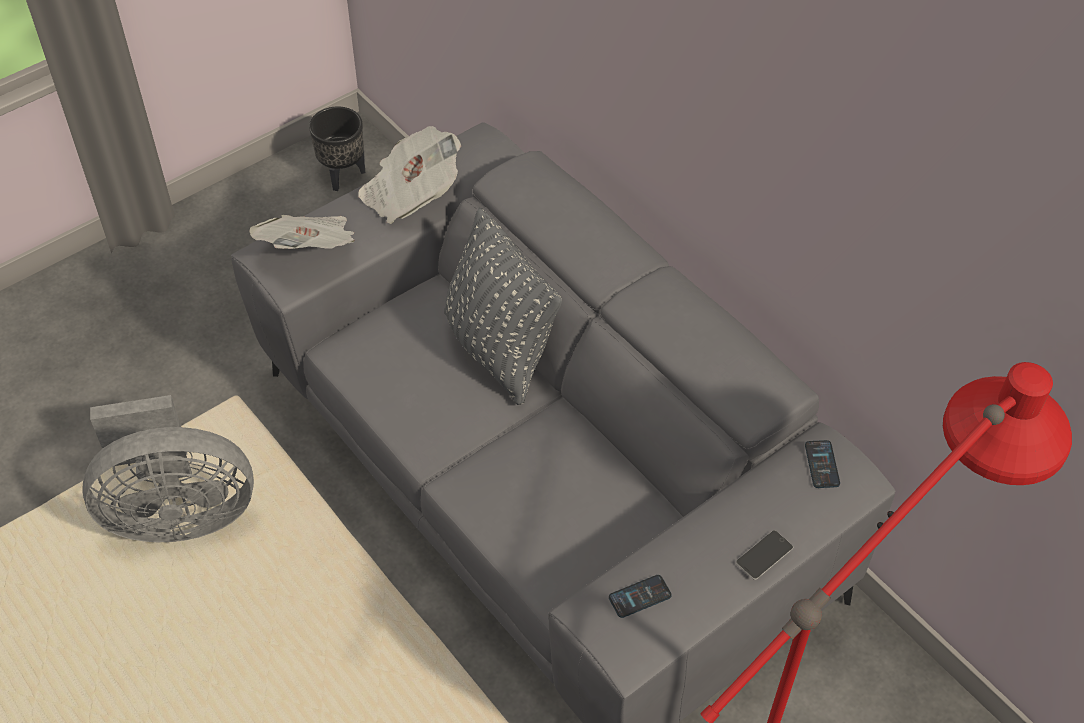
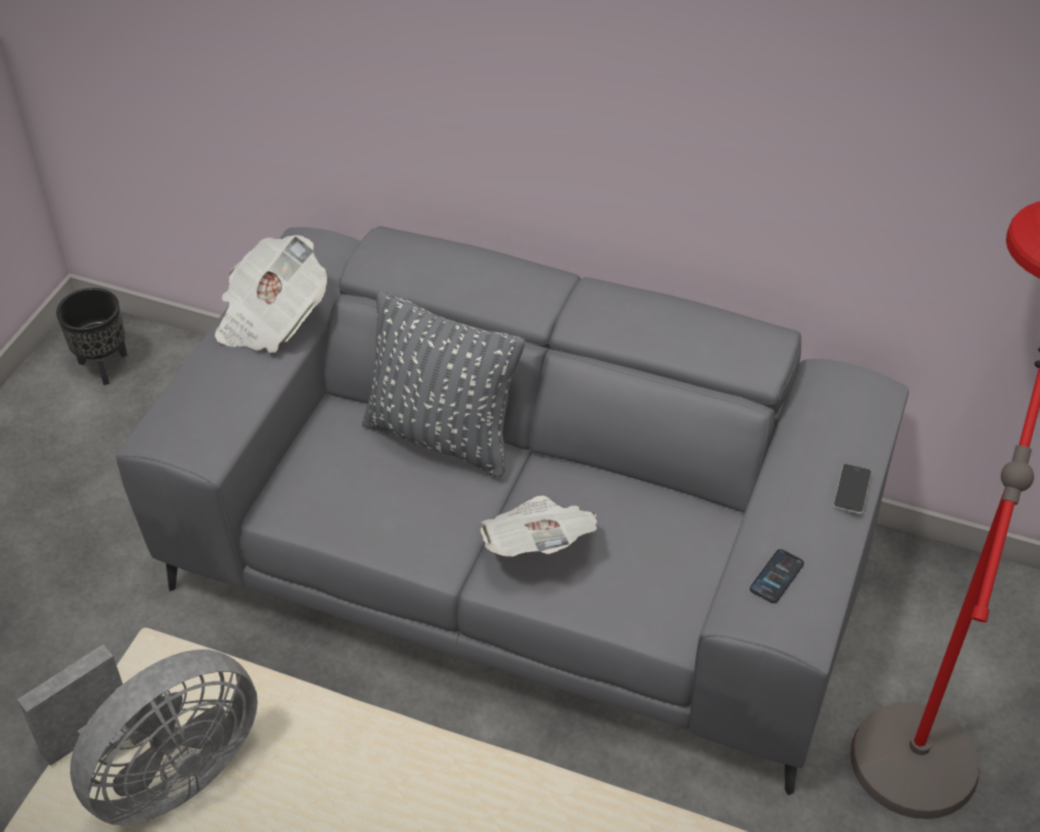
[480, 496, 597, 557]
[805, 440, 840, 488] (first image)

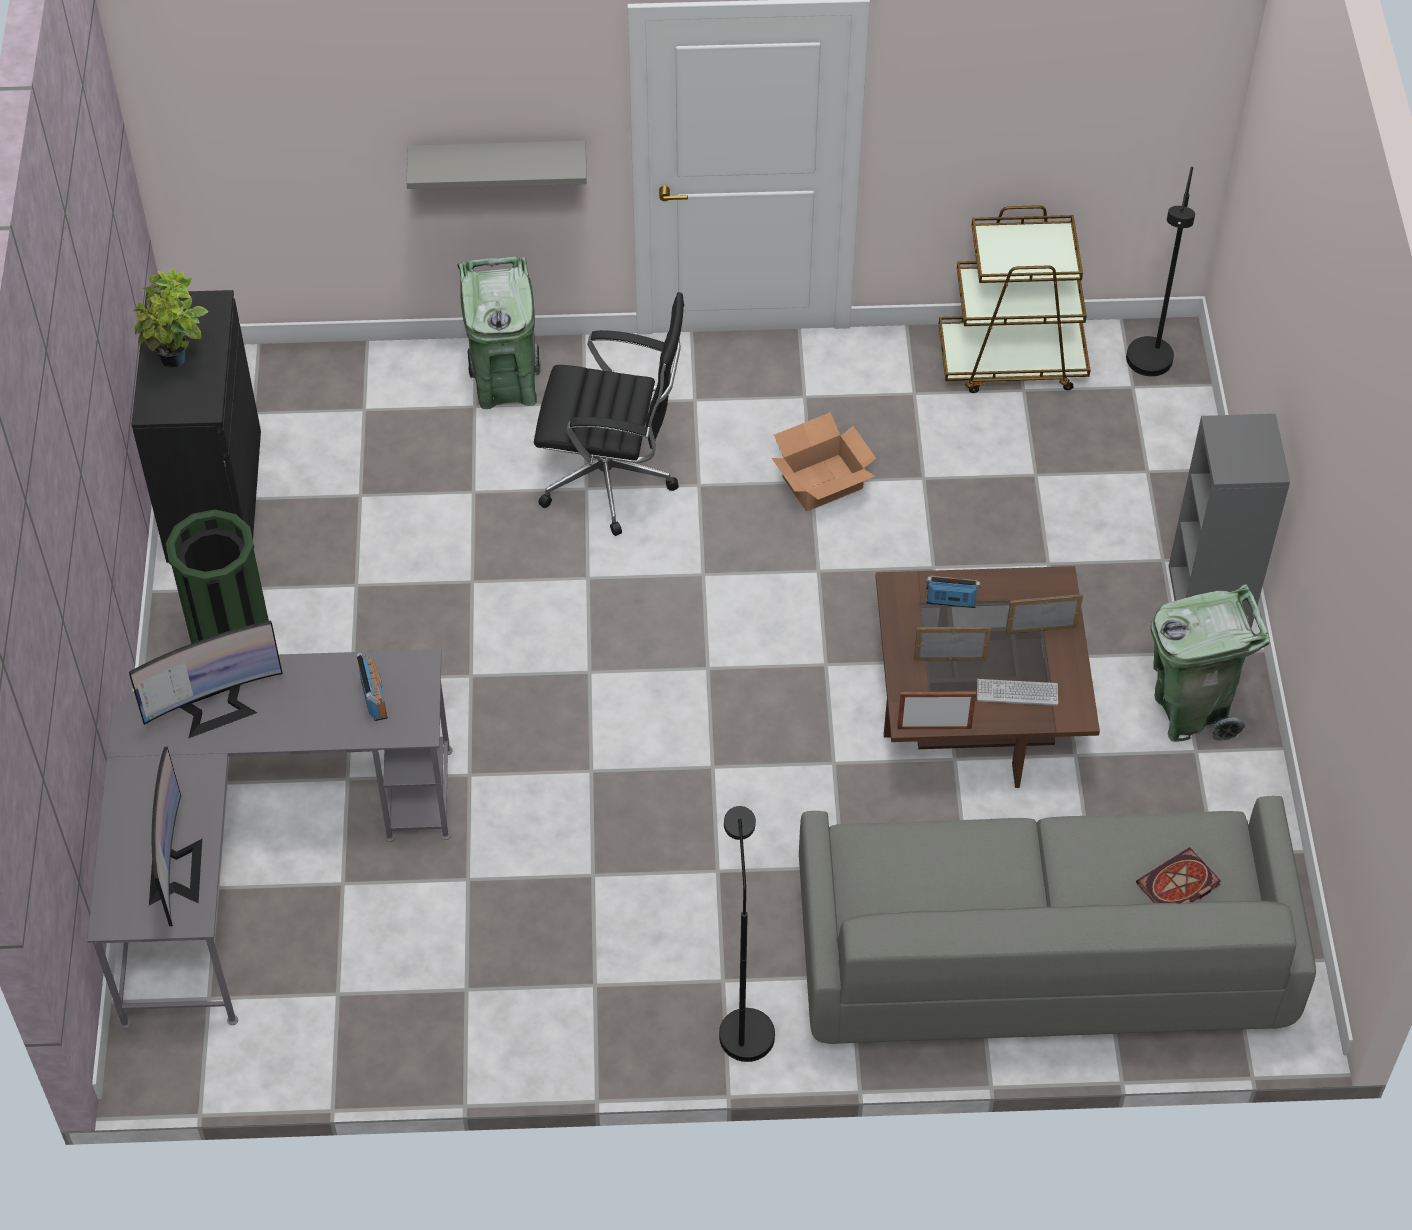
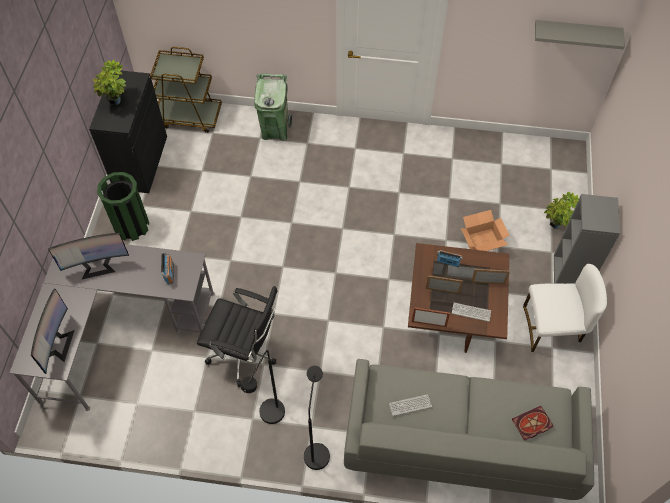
[535, 20, 625, 49]
[197, 286, 278, 387]
[461, 210, 510, 251]
[150, 47, 222, 133]
[241, 350, 285, 424]
[523, 264, 607, 352]
[389, 394, 432, 416]
[544, 192, 579, 228]

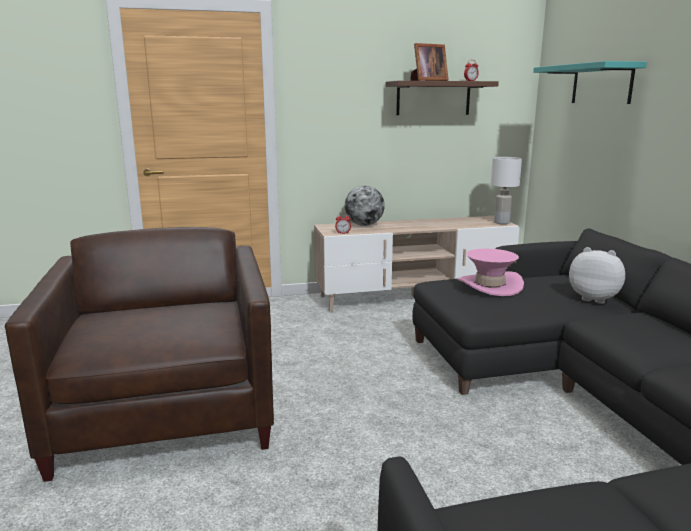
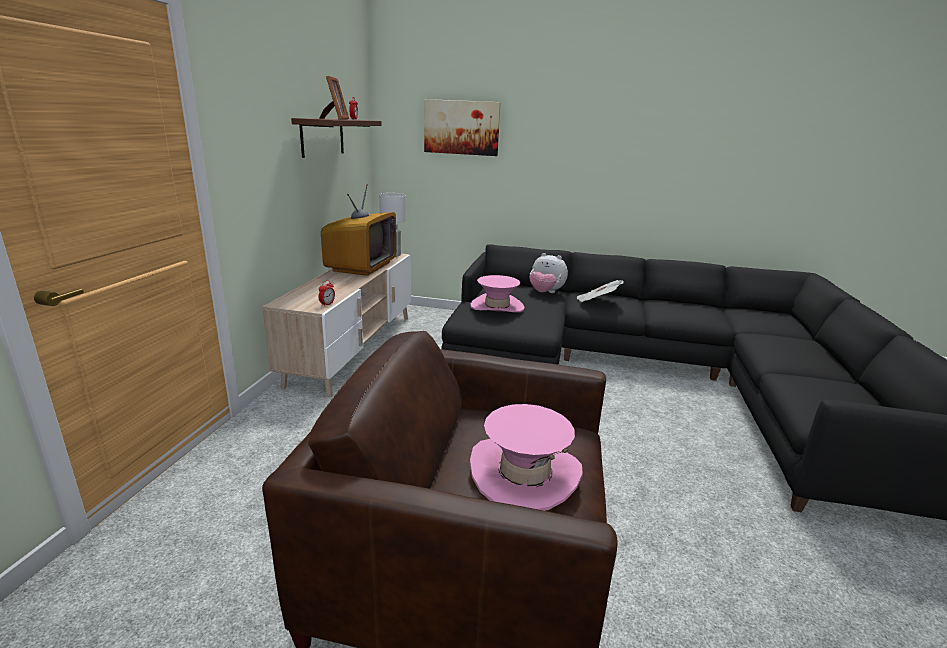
[345, 185, 385, 226] (first image)
[424, 99, 501, 156]
[529, 253, 568, 293]
[321, 184, 396, 276]
[470, 404, 583, 511]
[577, 280, 624, 302]

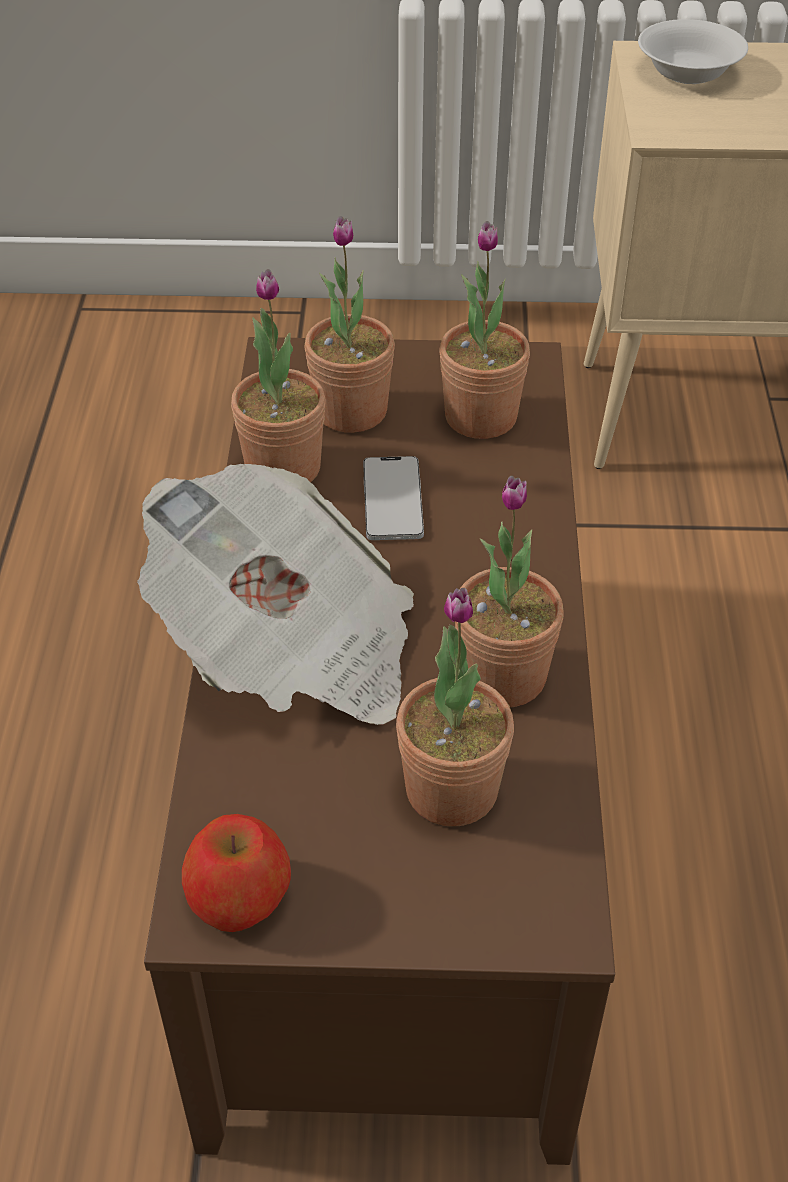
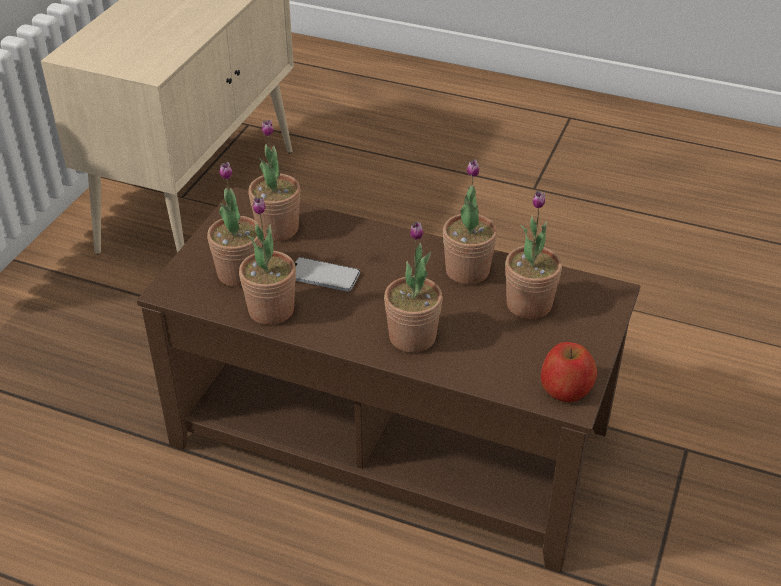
[384, 221, 443, 353]
[638, 19, 748, 84] (first image)

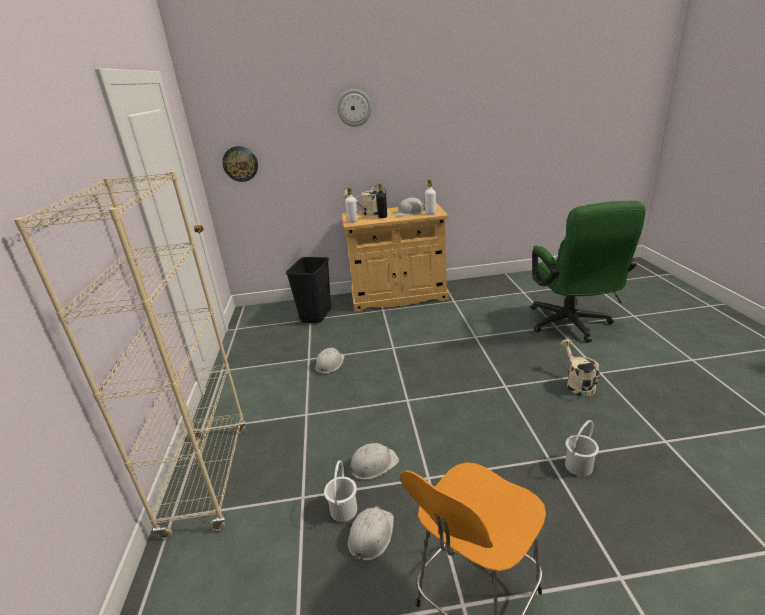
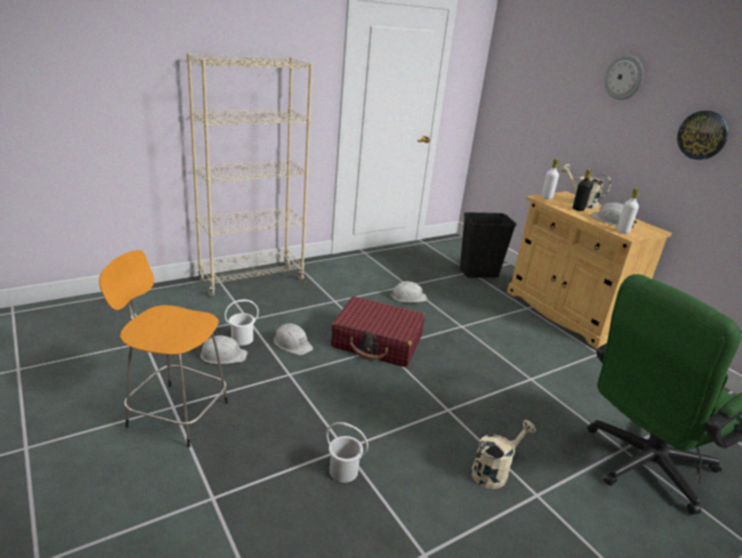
[677, 111, 728, 160]
[331, 296, 425, 367]

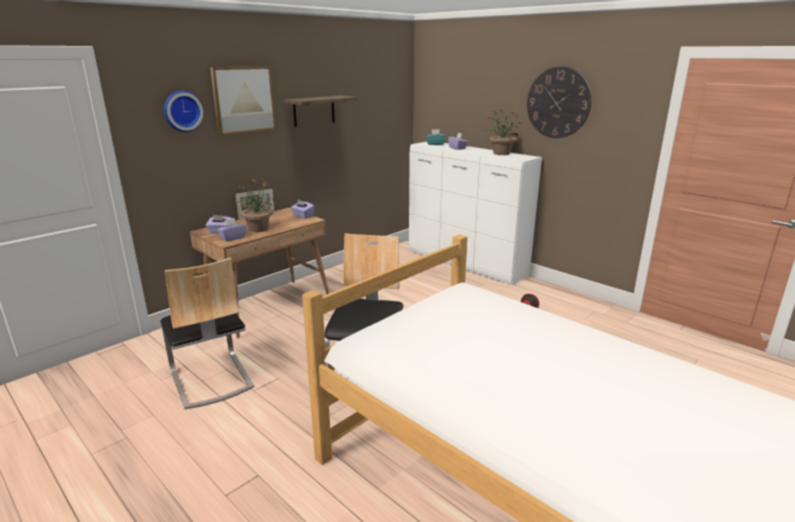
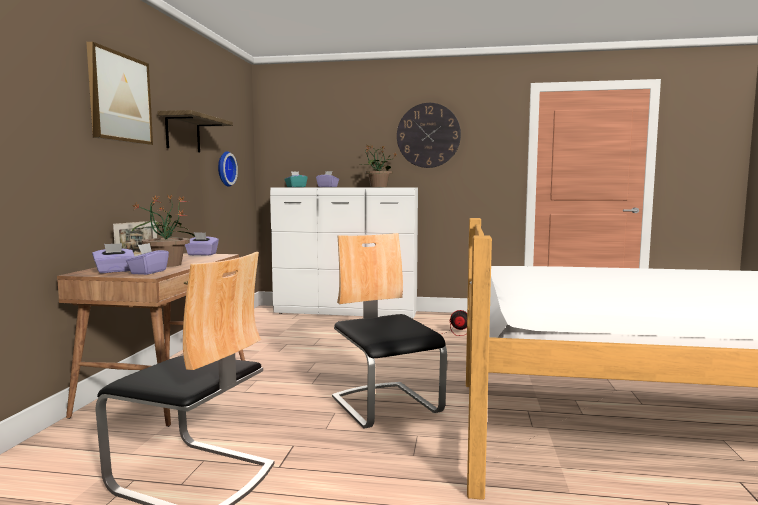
[218, 151, 238, 187]

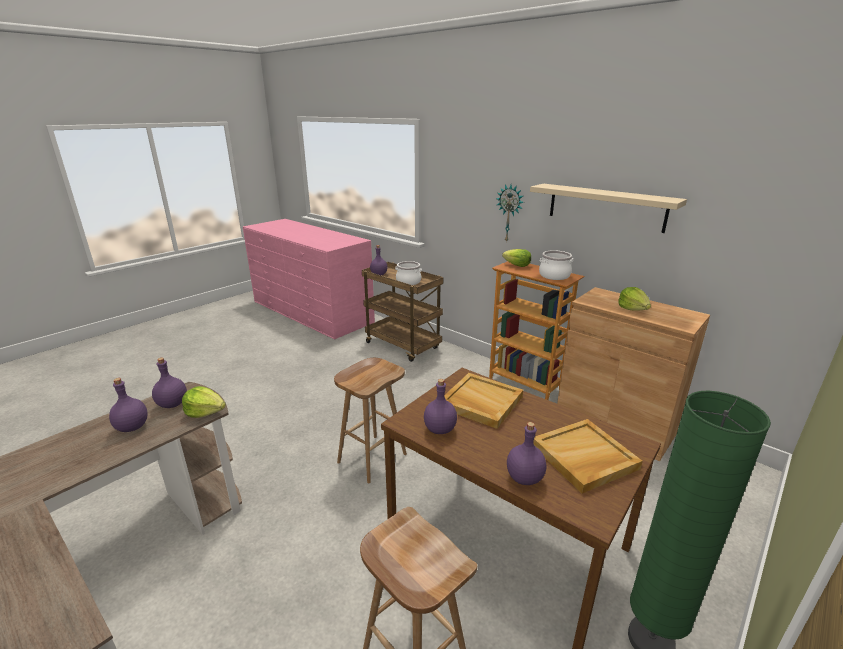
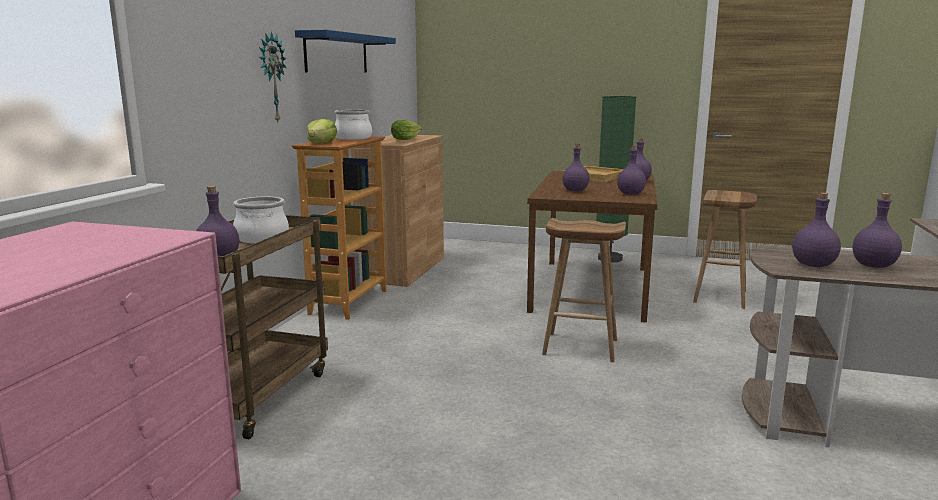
[182, 386, 226, 418] (first image)
[562, 144, 589, 191]
[295, 30, 396, 72]

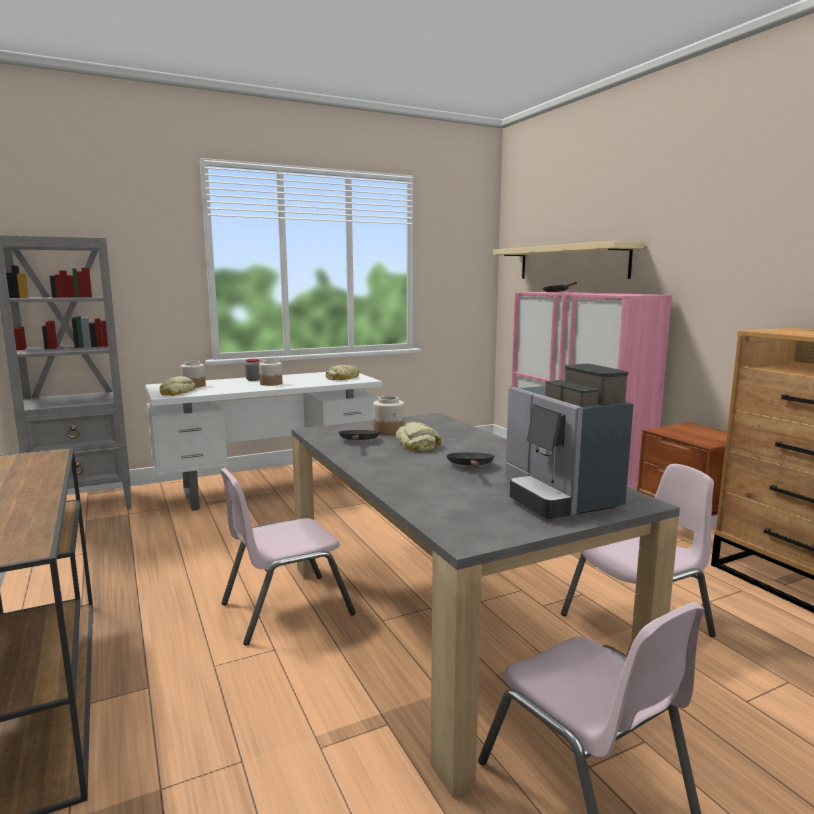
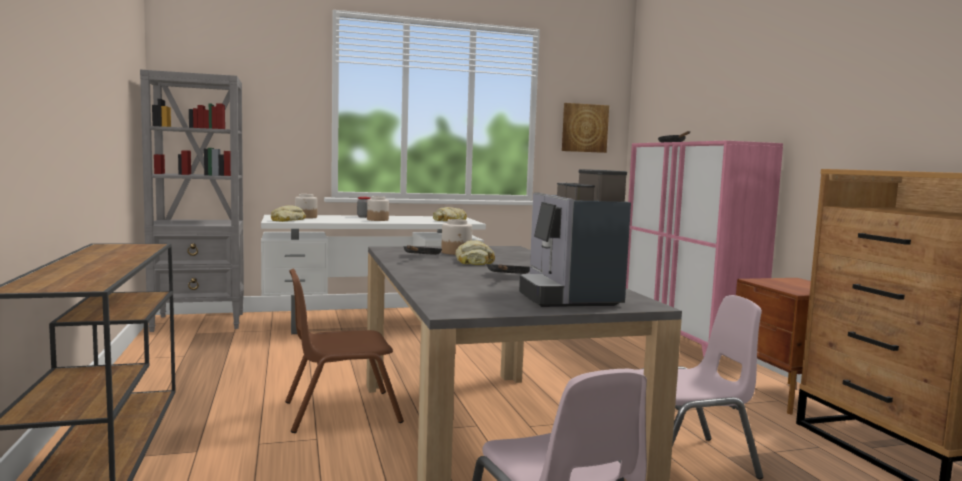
[285, 268, 404, 433]
[493, 241, 644, 279] (first image)
[562, 103, 609, 153]

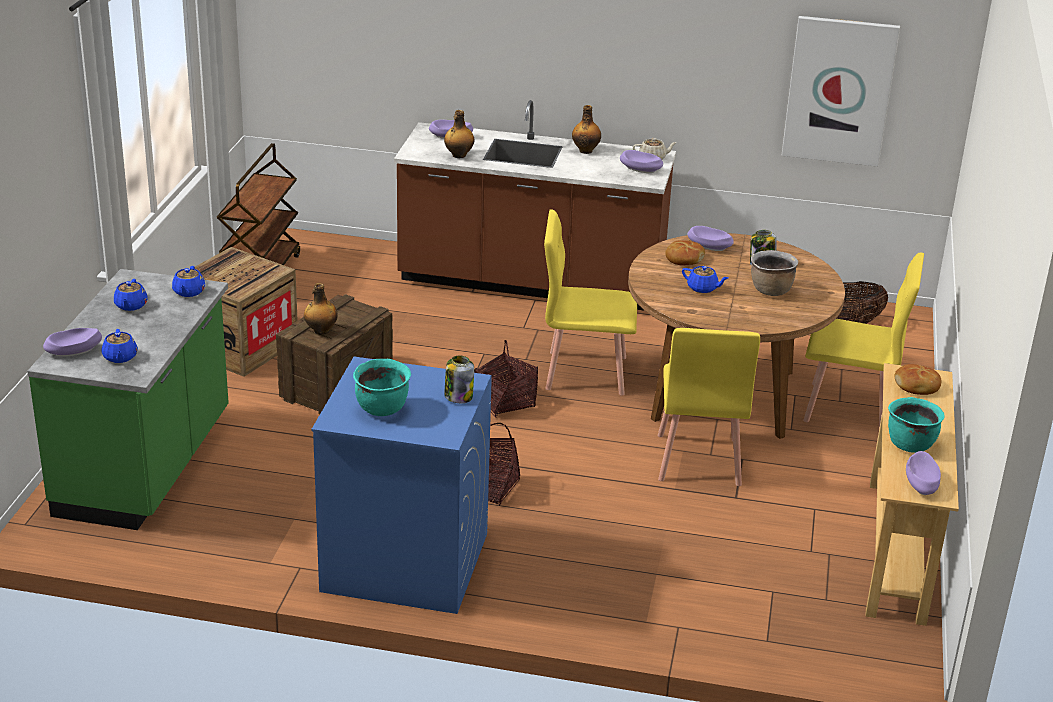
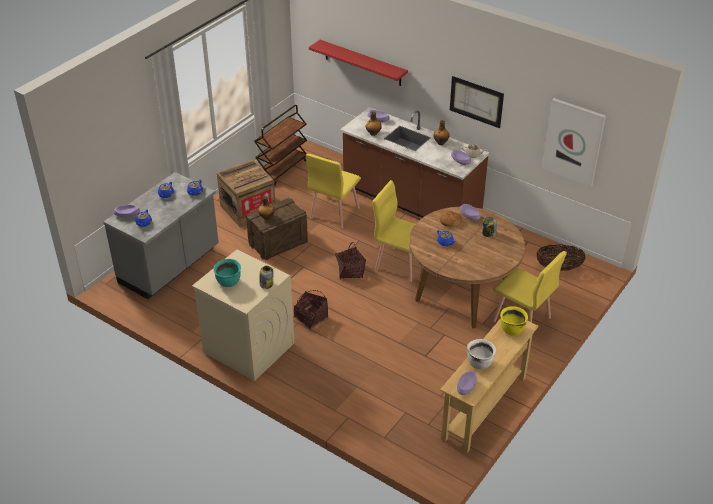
[103, 172, 219, 299]
[192, 250, 295, 381]
[306, 154, 361, 229]
[751, 250, 798, 296] (first image)
[467, 339, 496, 369]
[500, 307, 528, 336]
[309, 40, 408, 86]
[450, 76, 504, 128]

